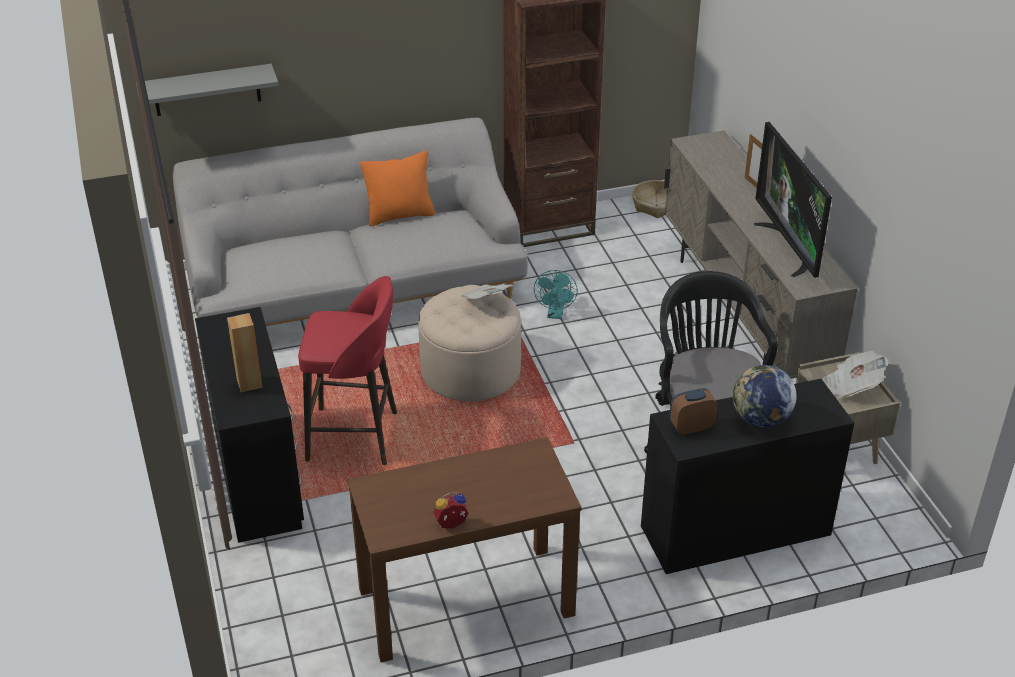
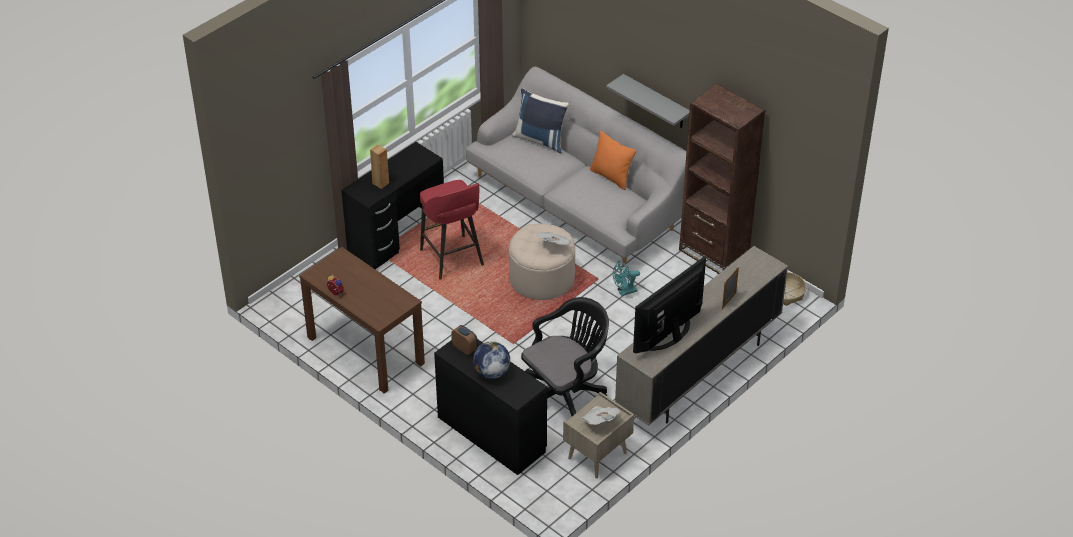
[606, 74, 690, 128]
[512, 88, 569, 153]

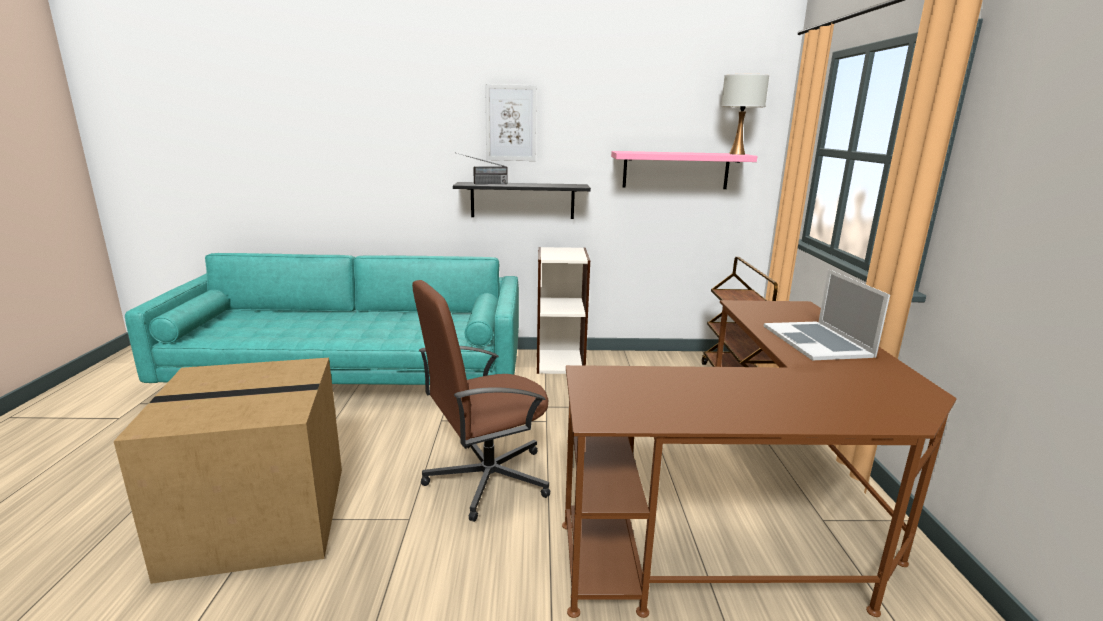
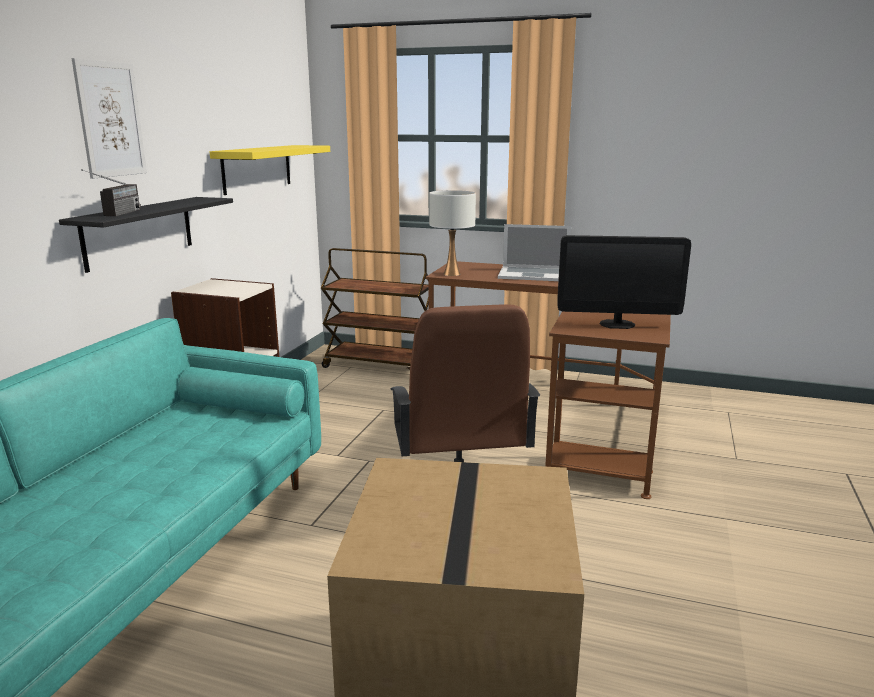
[210, 145, 330, 195]
[429, 190, 476, 276]
[557, 235, 691, 329]

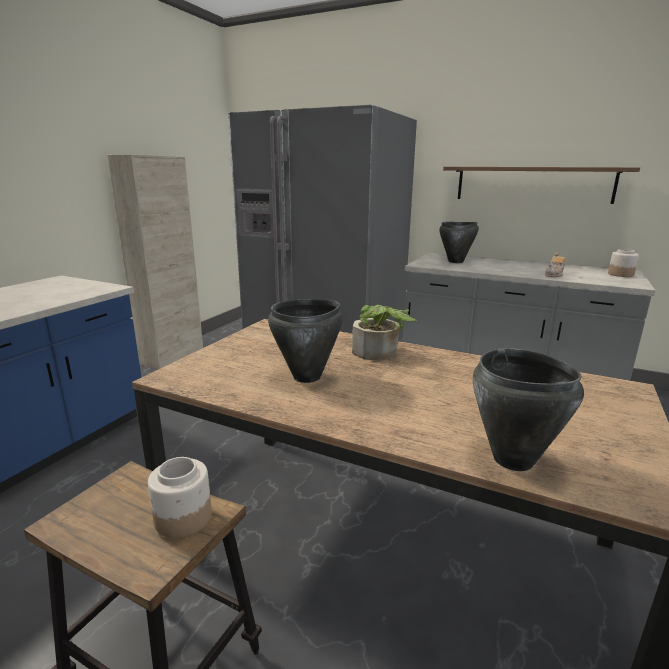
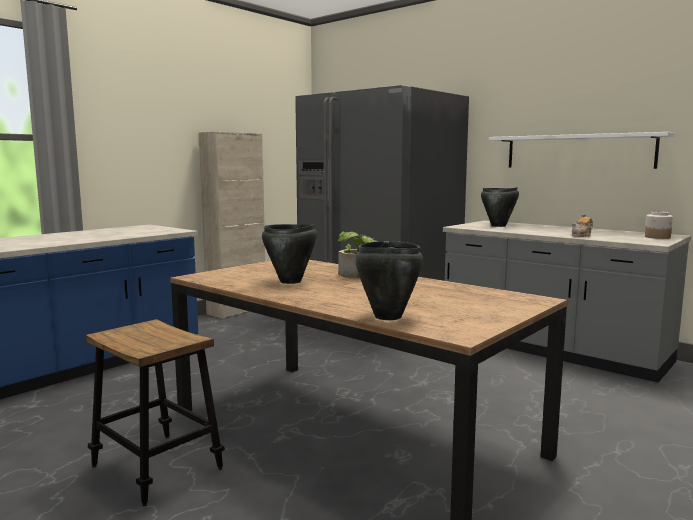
[148, 457, 212, 538] (first image)
[489, 132, 675, 169]

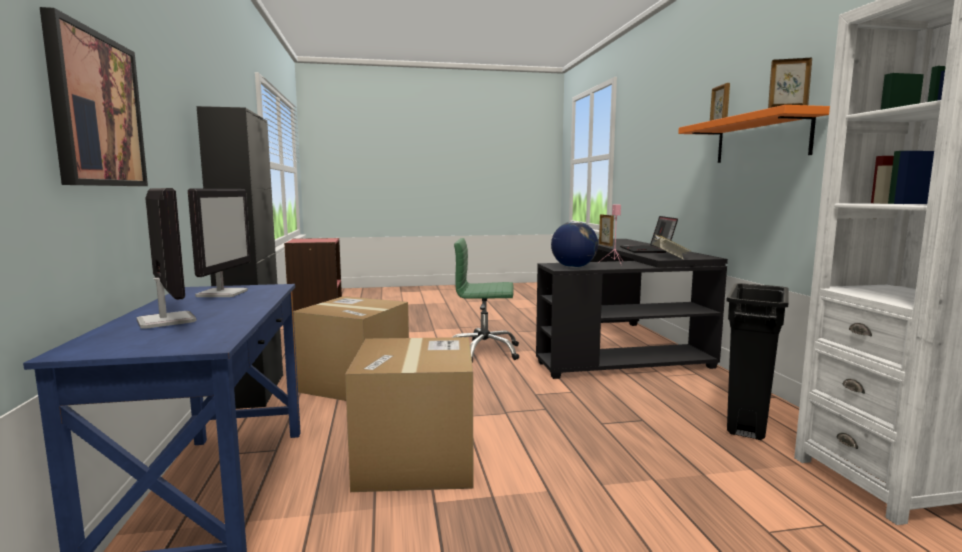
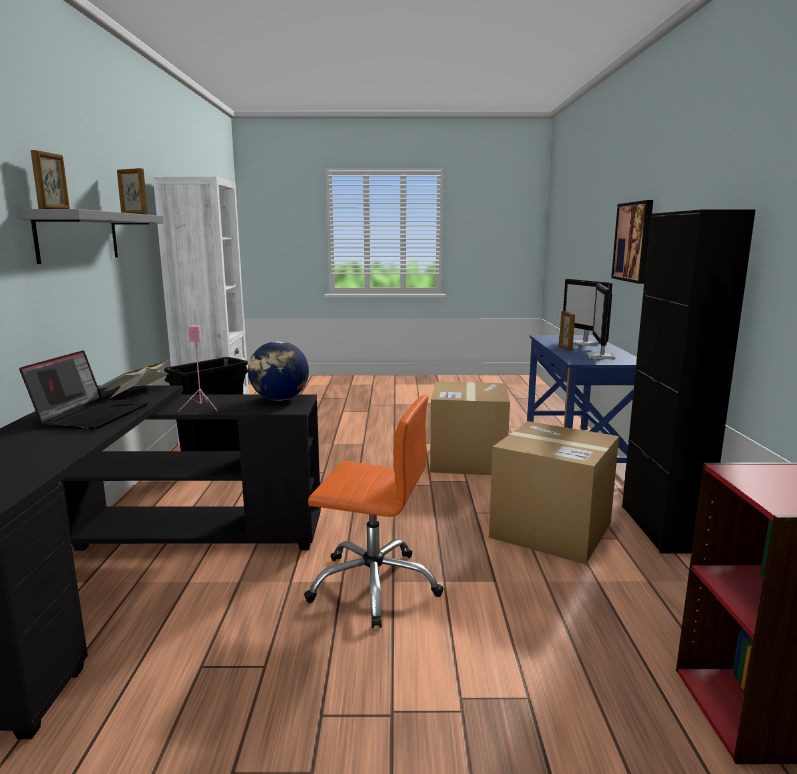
[304, 395, 444, 628]
[559, 311, 575, 351]
[18, 209, 163, 264]

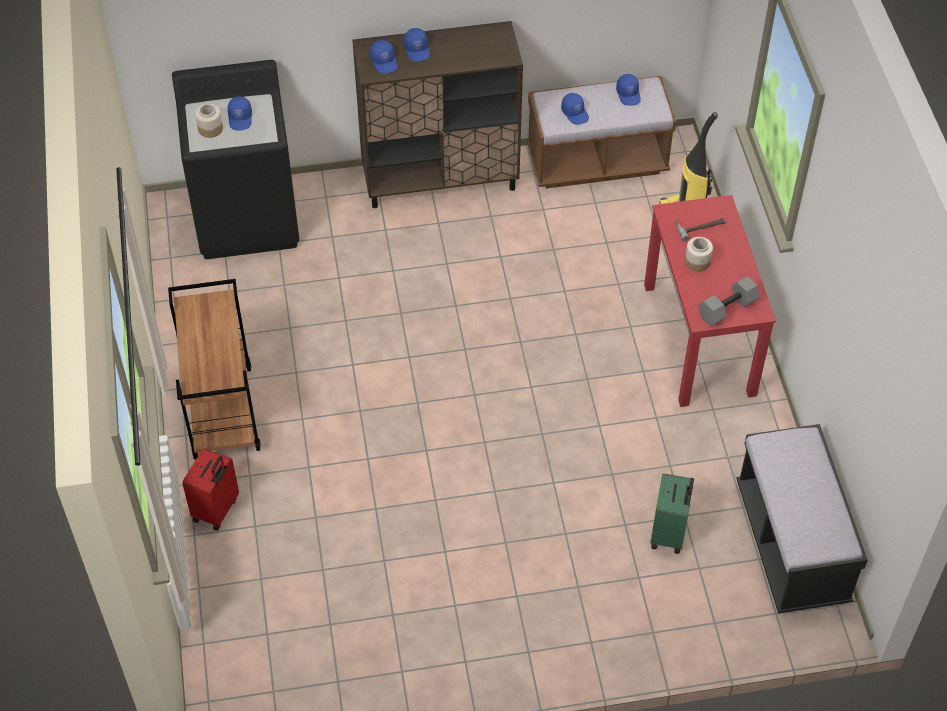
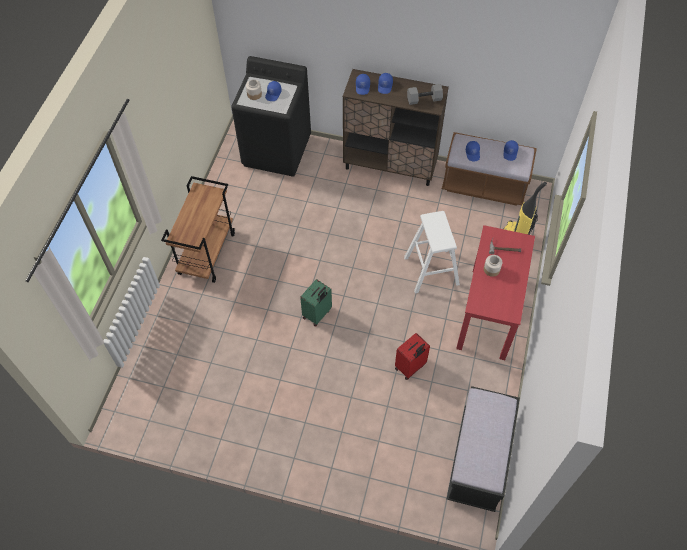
[395, 333, 430, 380]
[300, 279, 332, 326]
[407, 84, 443, 105]
[404, 211, 460, 293]

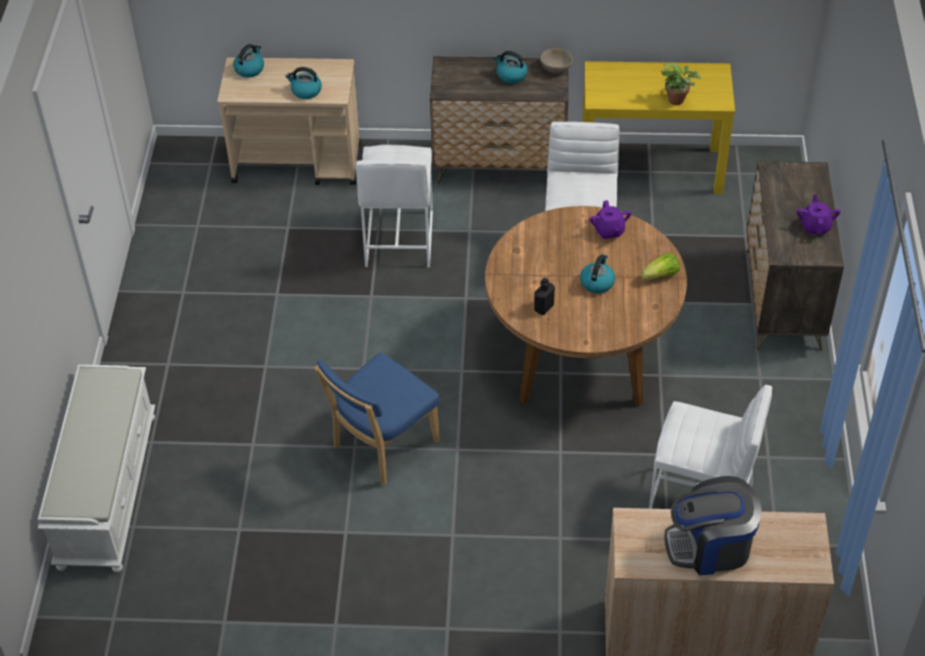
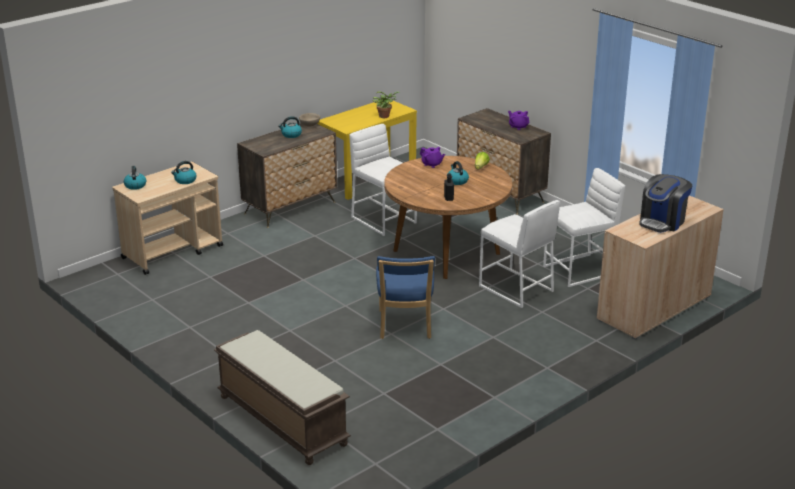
[214, 330, 351, 465]
[479, 200, 560, 308]

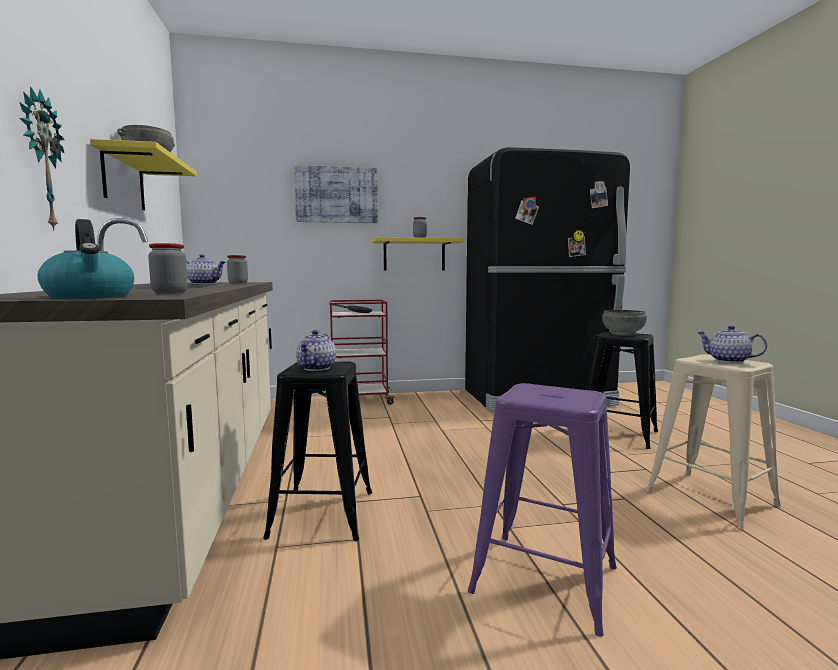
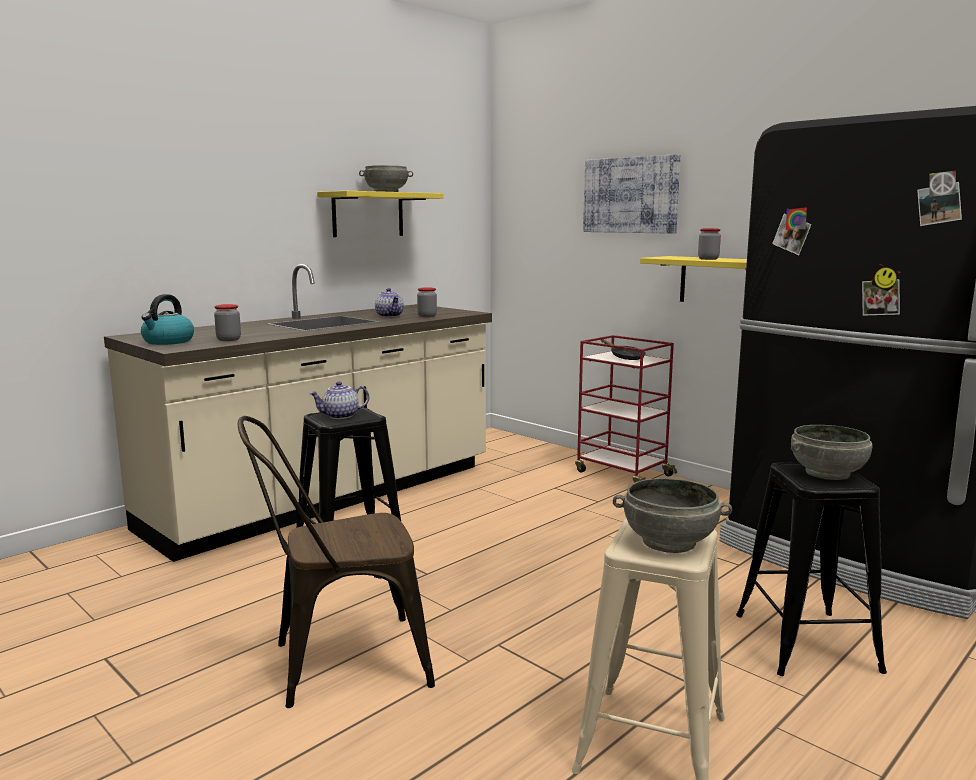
[19, 86, 64, 231] (first image)
[238, 416, 435, 708]
[613, 478, 732, 553]

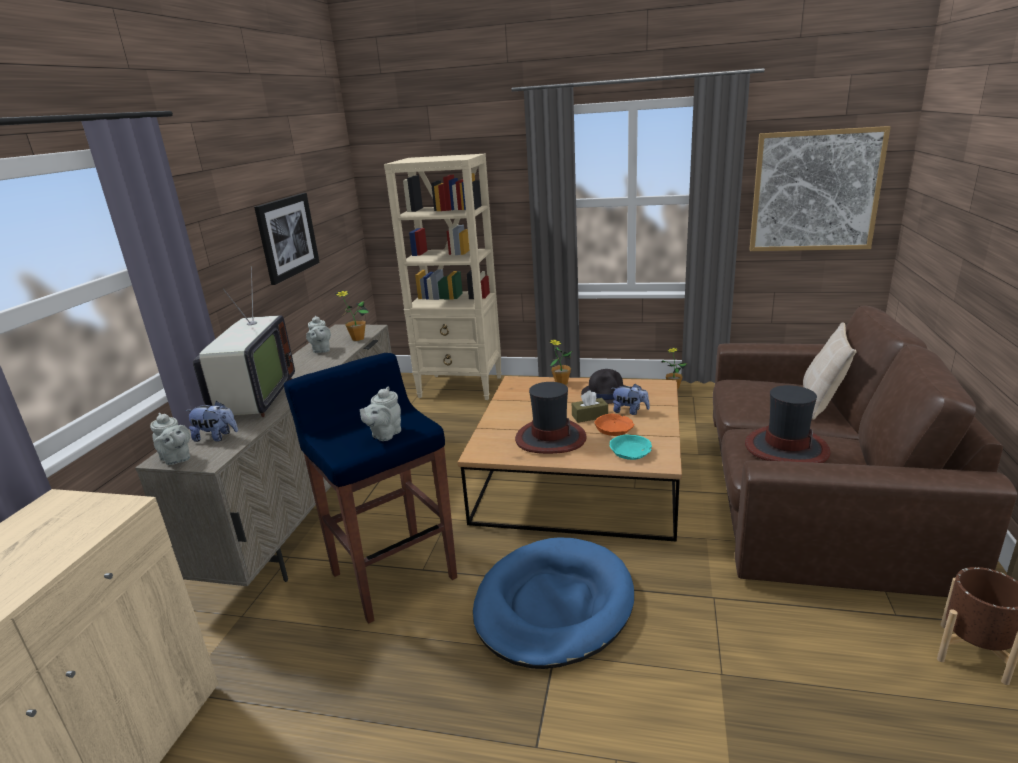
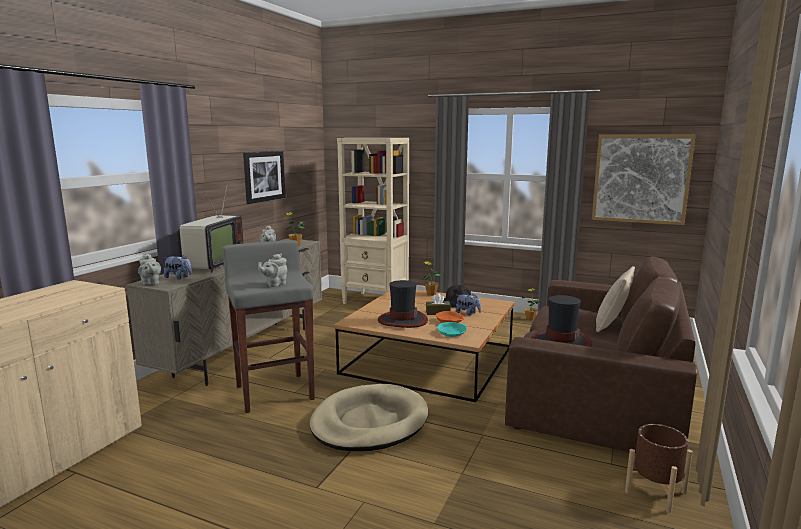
[222, 240, 315, 413]
[310, 384, 428, 451]

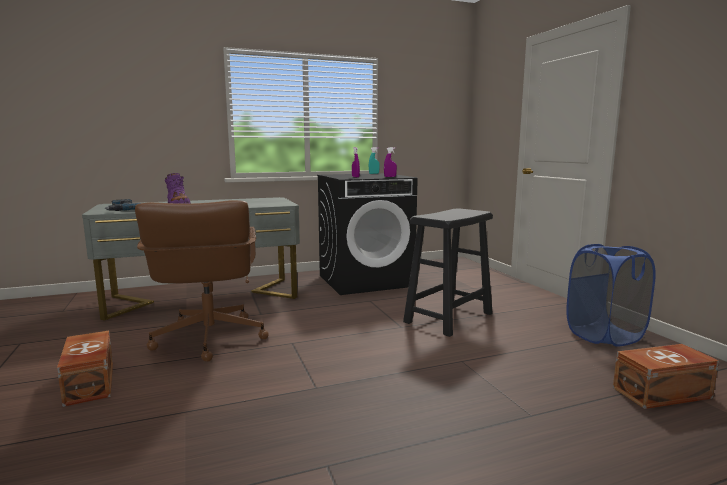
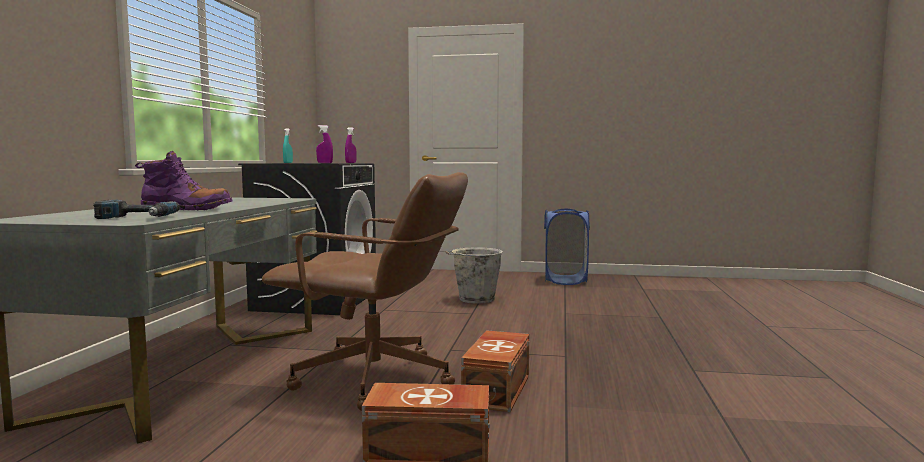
[446, 247, 503, 304]
[461, 330, 529, 412]

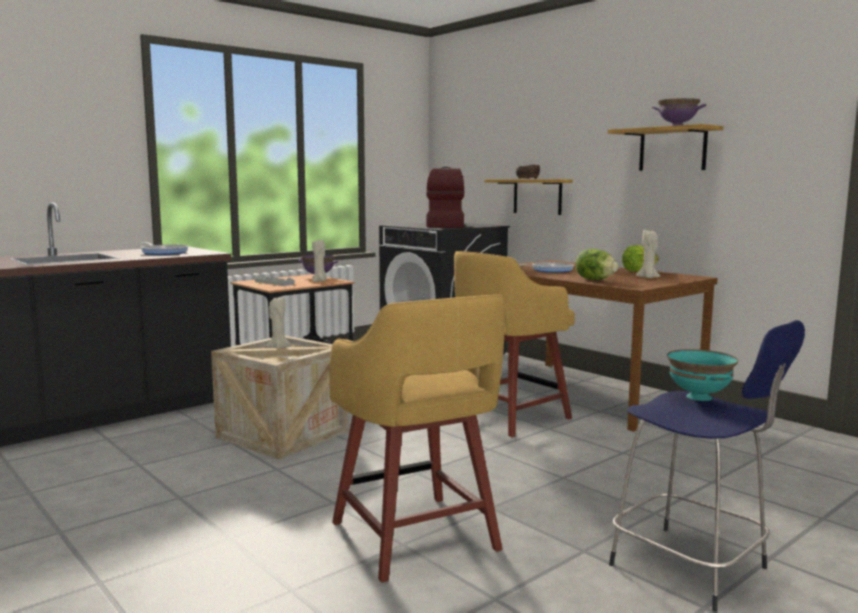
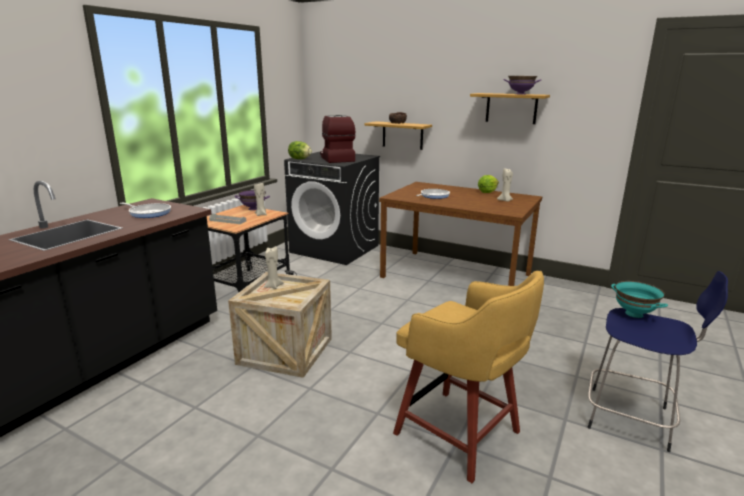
[454, 251, 575, 437] (first image)
[288, 141, 312, 159]

